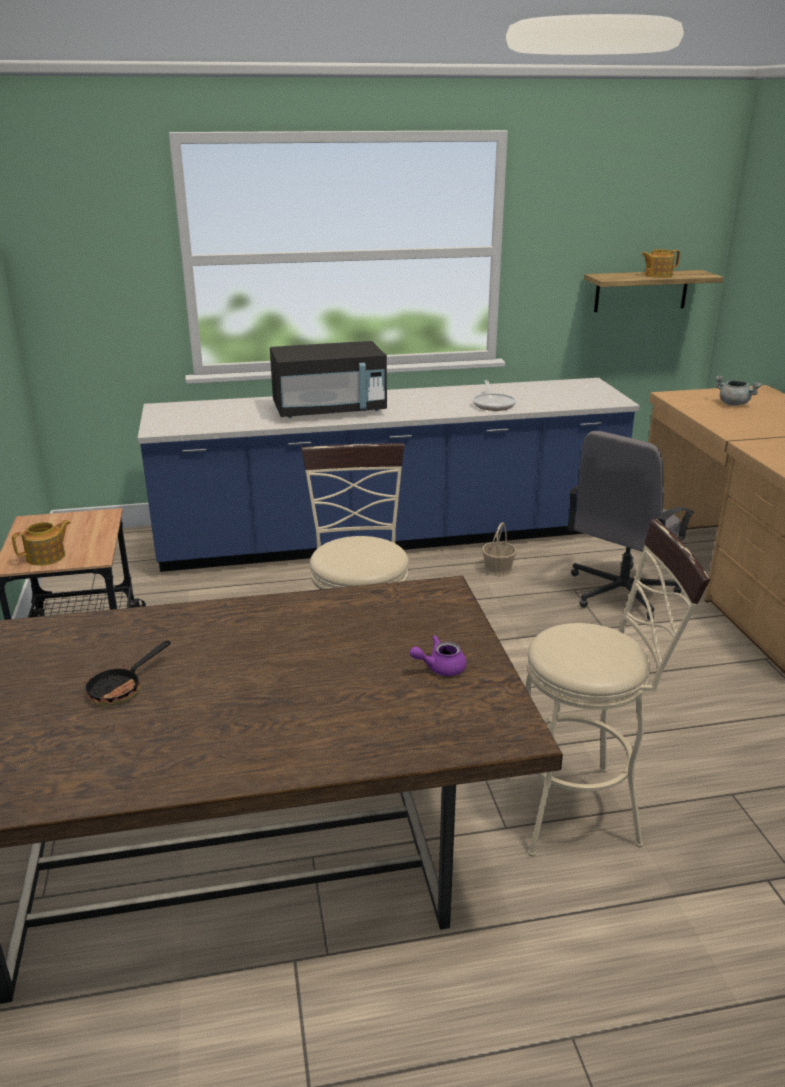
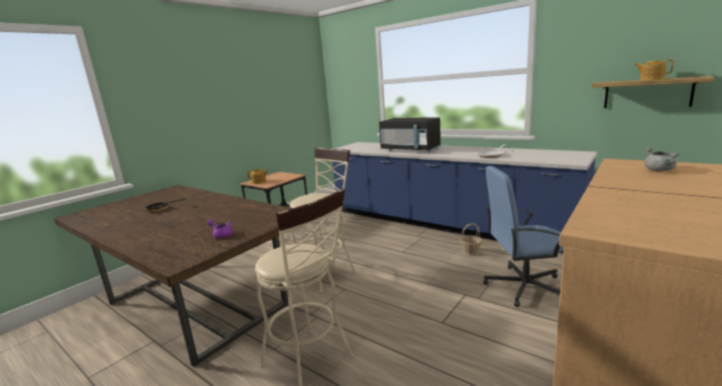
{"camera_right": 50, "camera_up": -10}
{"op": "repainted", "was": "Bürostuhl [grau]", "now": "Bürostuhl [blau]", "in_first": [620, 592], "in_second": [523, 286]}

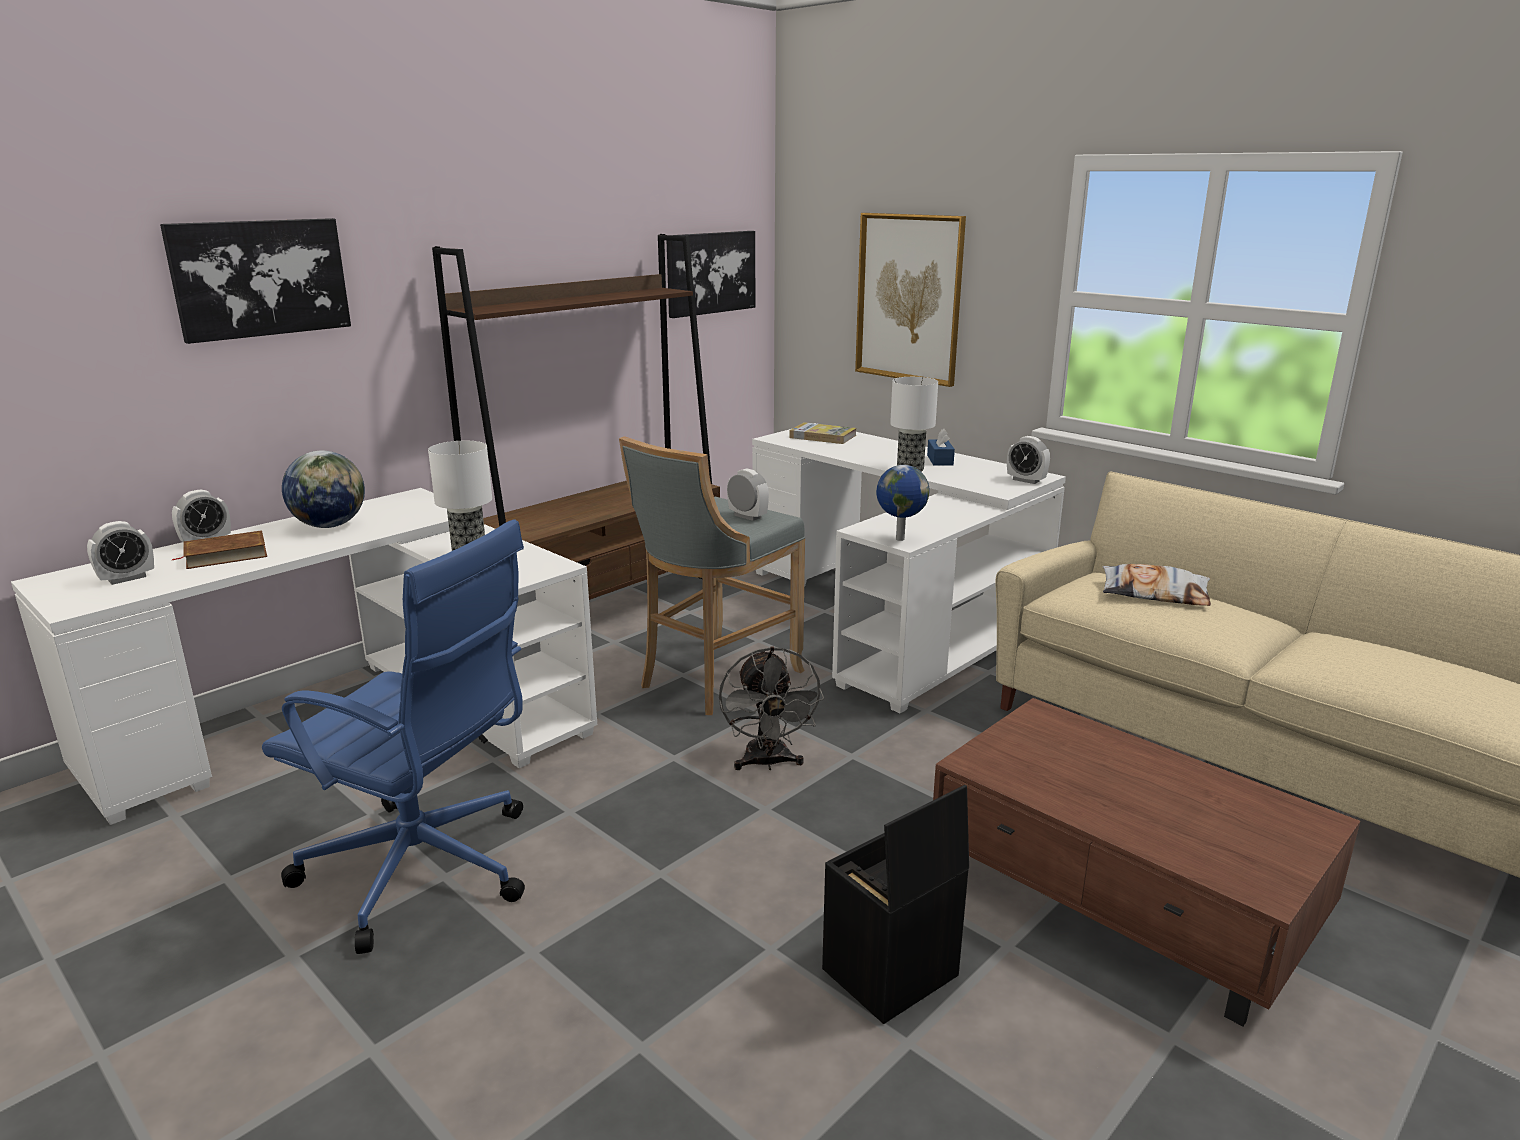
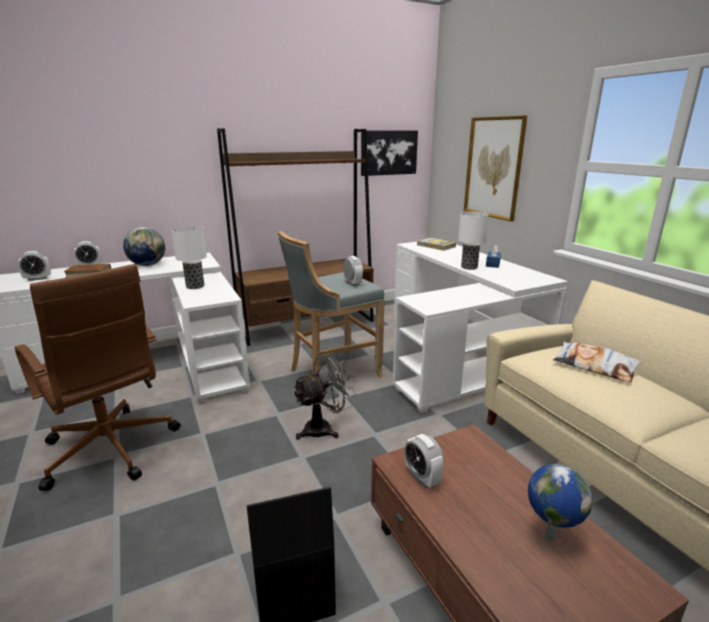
{"camera_right": 20, "camera_up": 0}
{"op": "gone", "was": "Bild", "in_first": [260, 278]}
{"op": "shifted", "was": "Wecker", "in_first": [1026, 480], "in_second": [422, 477]}
{"op": "shifted", "was": "Globus", "in_first": [899, 539], "in_second": [548, 536]}
{"op": "repainted", "was": "Bürostuhl [blau]", "now": "Bürostuhl [braun]", "in_first": [425, 871], "in_second": [111, 450]}
{"op": "rotated", "was": "Ventilator [grau]", "in_first": [768, 763], "in_second": [324, 428], "clockwise": -135}

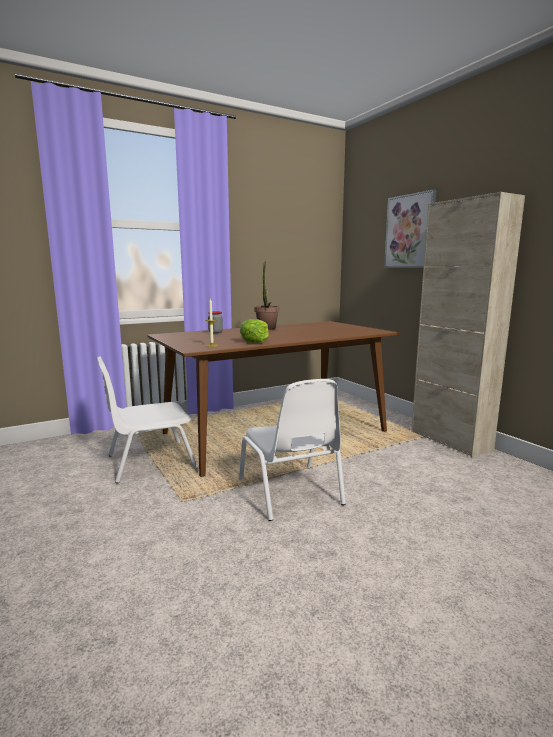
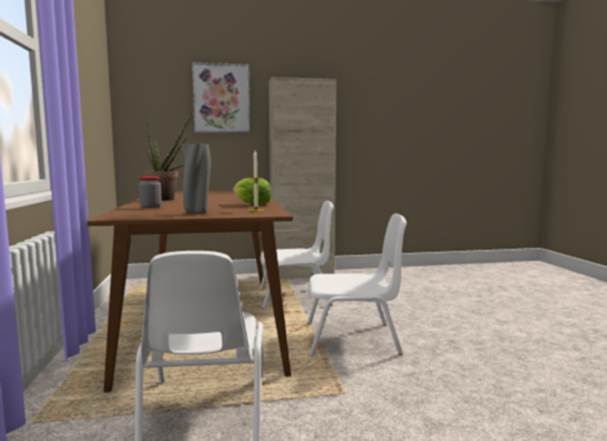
{"camera_right": -70, "camera_up": -5}
{"op": "new", "now": "Vase [grau]", "in_second": [197, 213]}
{"op": "new", "now": "Stuhl [weiß]", "in_second": [295, 297]}

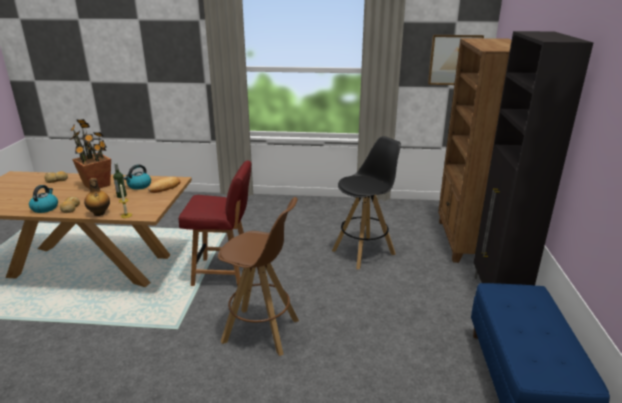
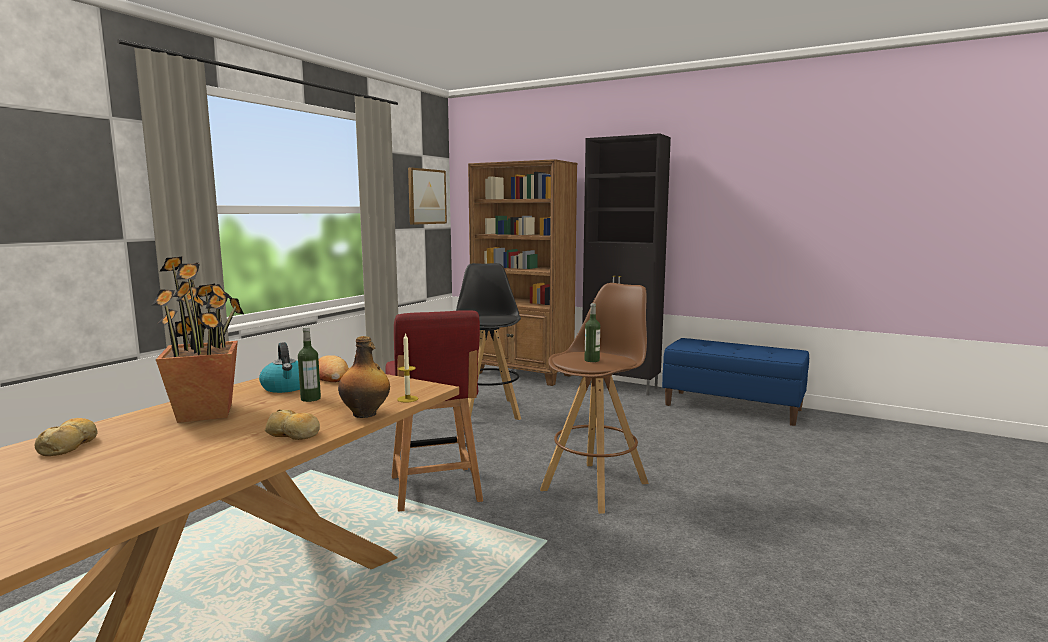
{"camera_right": -65, "camera_up": -15}
{"op": "rotated", "was": "Stuhl [rot]", "in_first": [223, 273], "in_second": [435, 490], "clockwise": 135}
{"op": "gone", "was": "Wasserkessel", "in_first": [45, 208]}
{"op": "new", "now": "Flasche", "in_second": [592, 360]}

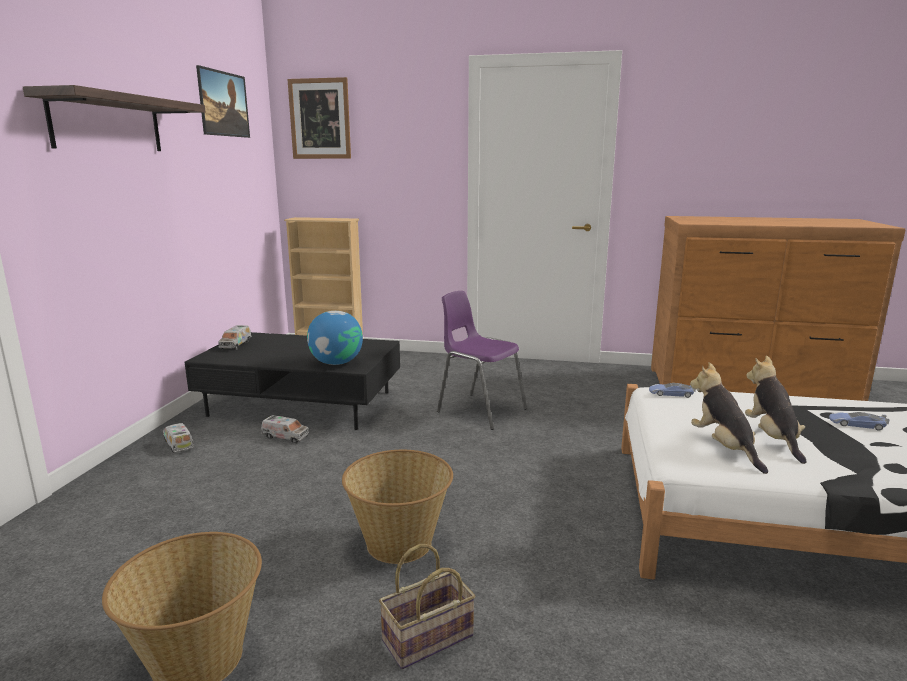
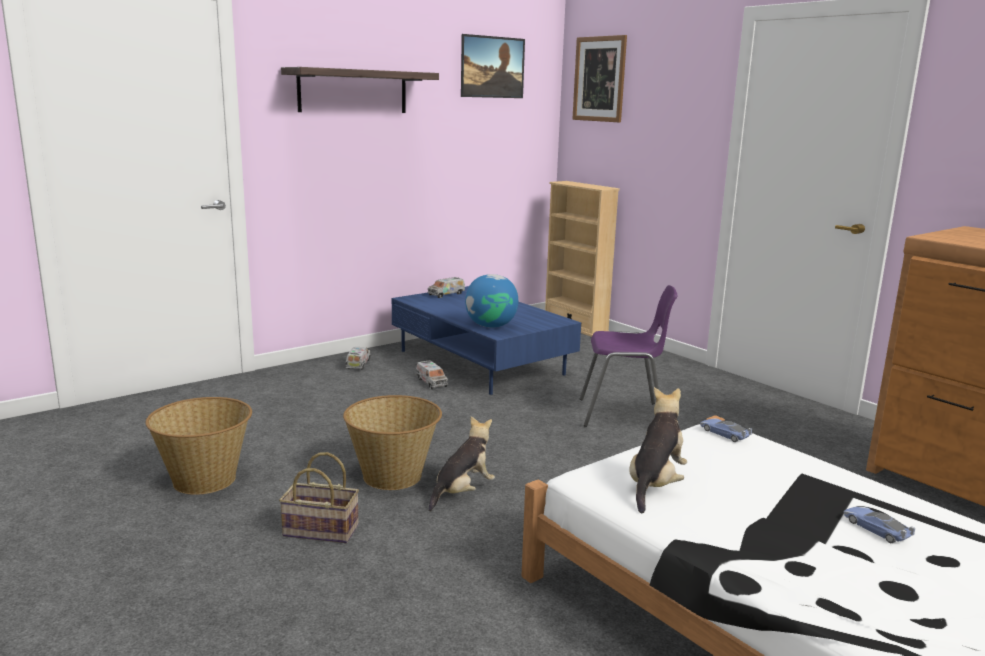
{"camera_right": 40, "camera_up": 0}
{"op": "rotated", "was": "Stuhl [lila]", "in_first": [479, 410], "in_second": [623, 414], "clockwise": 105}
{"op": "repainted", "was": "Couchtisch [schwarz]", "now": "Couchtisch [blau]", "in_first": [303, 403], "in_second": [482, 362]}
{"op": "shifted", "was": "Plüschtier", "in_first": [772, 438], "in_second": [462, 492]}

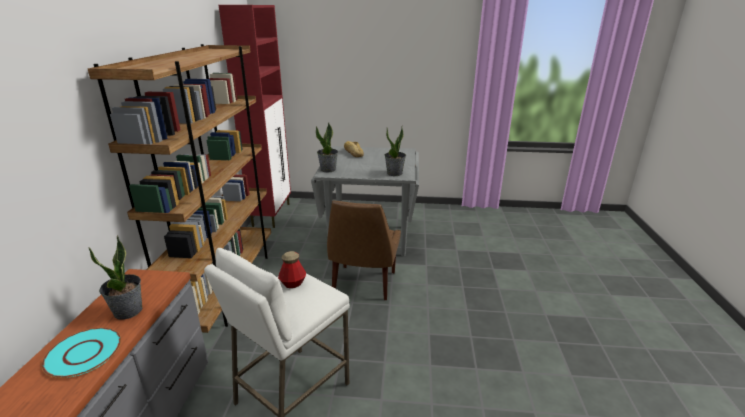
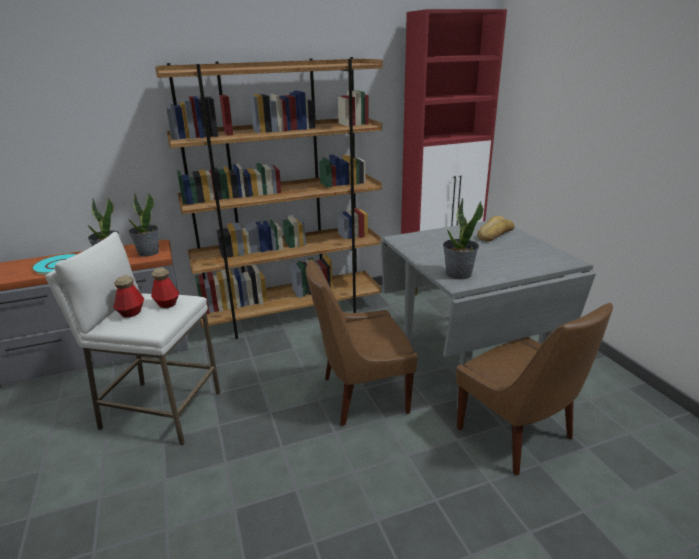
{"camera_right": 65, "camera_up": 0}
{"op": "shifted", "was": "Topfpflanze", "in_first": [328, 169], "in_second": [148, 253]}
{"op": "new", "now": "Flasche", "in_second": [131, 313]}
{"op": "new", "now": "Stuhl [braun]", "in_second": [517, 436]}

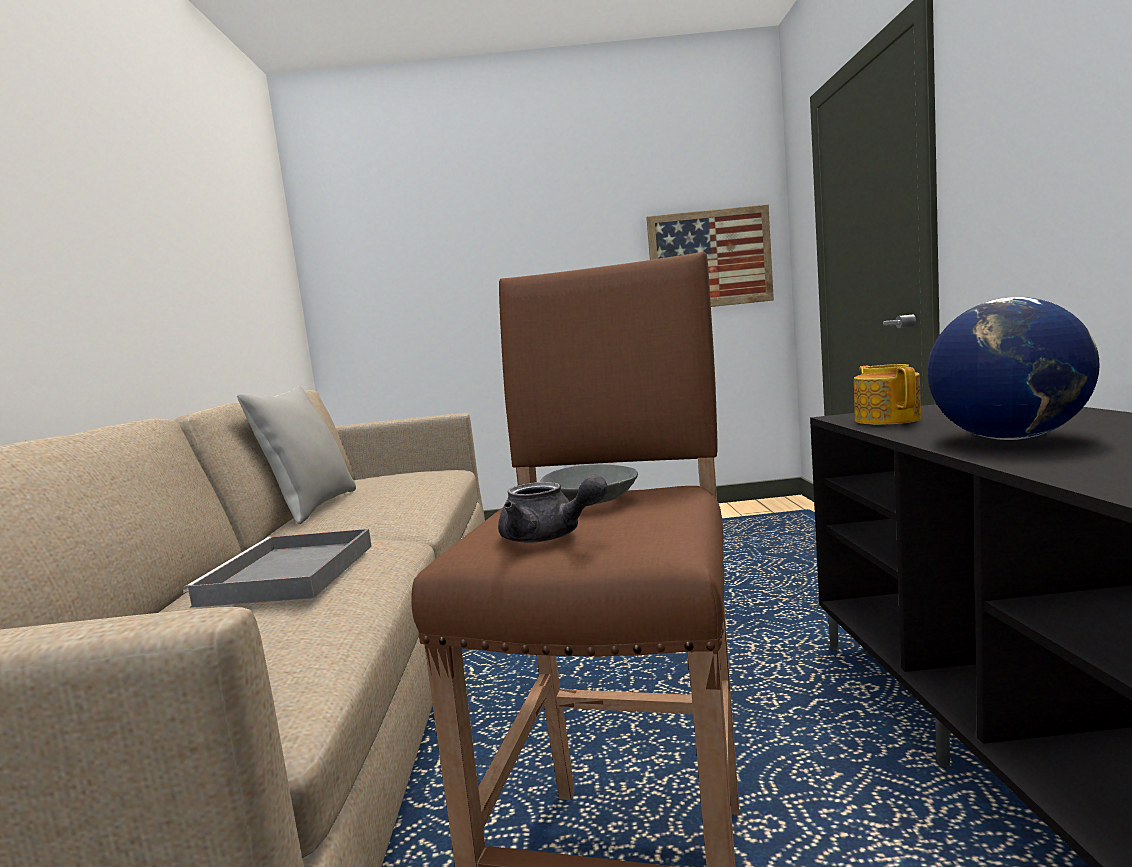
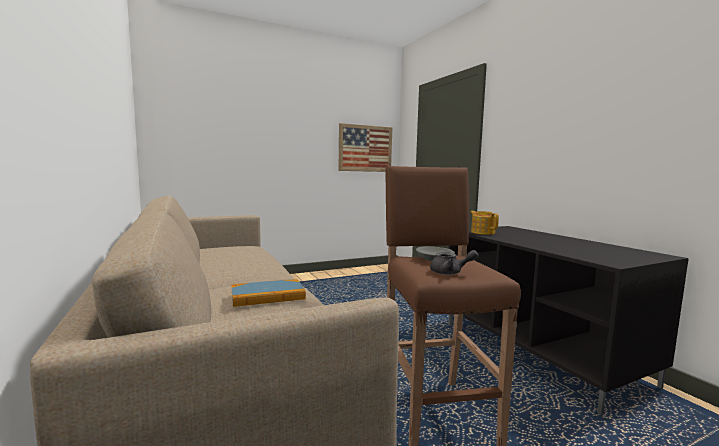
{"camera_right": -25, "camera_up": 0}
{"op": "gone", "was": "Globus", "in_first": [1008, 438]}
{"op": "gone", "was": "Kissen [grau]", "in_first": [312, 507]}
{"op": "swapped", "was": "Tablett [grau]", "now": "Buch", "in_first": [289, 575], "in_second": [267, 296]}

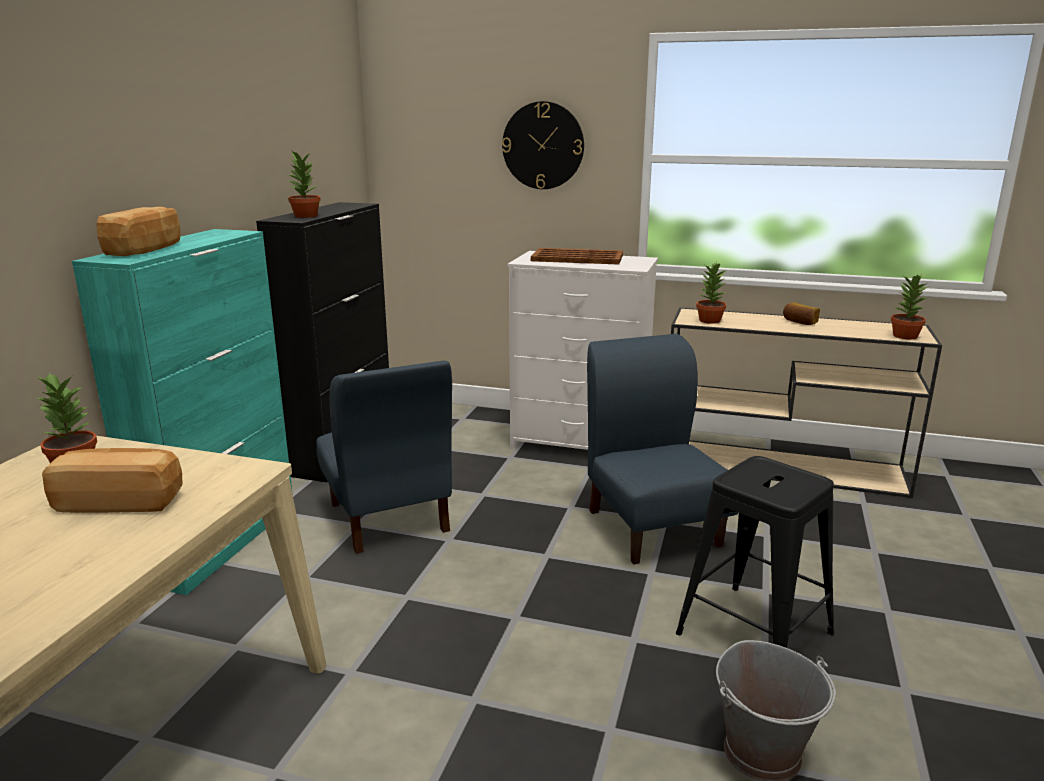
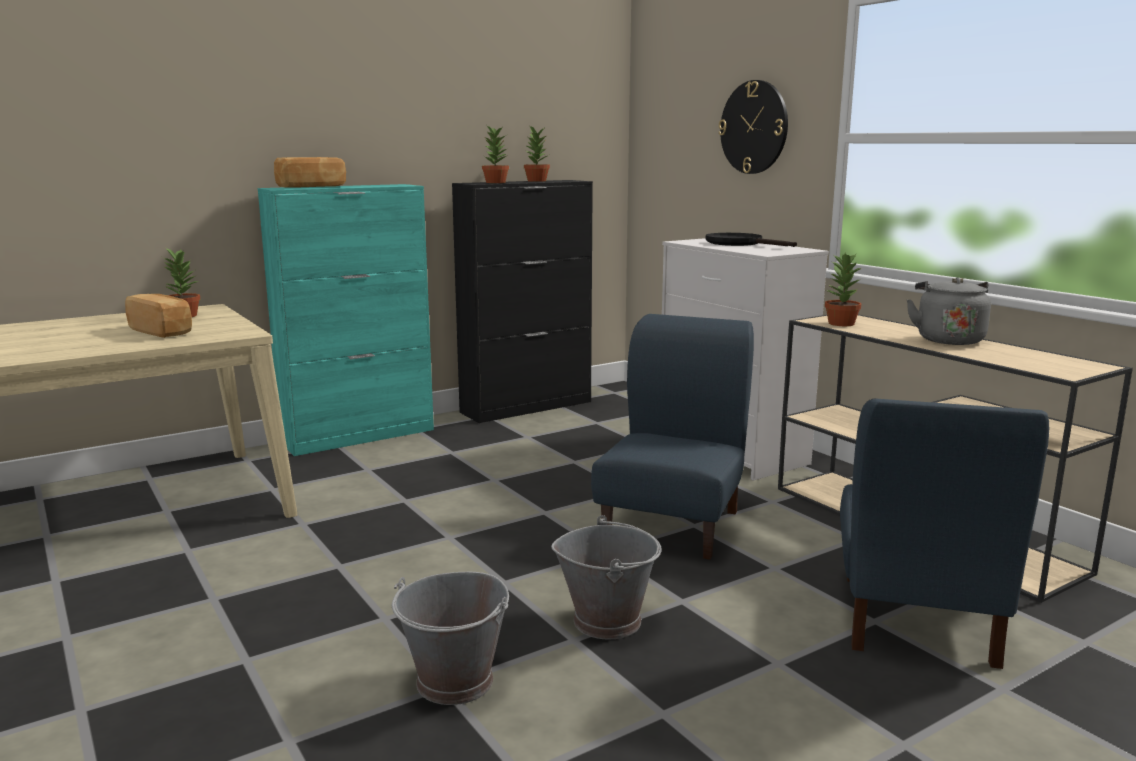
{"camera_right": 40, "camera_up": -5}
{"op": "swapped", "was": "Tablett [braun]", "now": "Pfanne [schwarz]", "in_first": [576, 258], "in_second": [740, 243]}
{"op": "shifted", "was": "Topfpflanze", "in_first": [904, 336], "in_second": [536, 181]}
{"op": "swapped", "was": "Brot", "now": "Wasserkessel [grau]", "in_first": [799, 322], "in_second": [947, 339]}
{"op": "shifted", "was": "Stuhl [blau]", "in_first": [388, 518], "in_second": [916, 619]}
{"op": "swapped", "was": "Hocker [schwarz]", "now": "Eimer [grau]", "in_first": [754, 634], "in_second": [607, 620]}

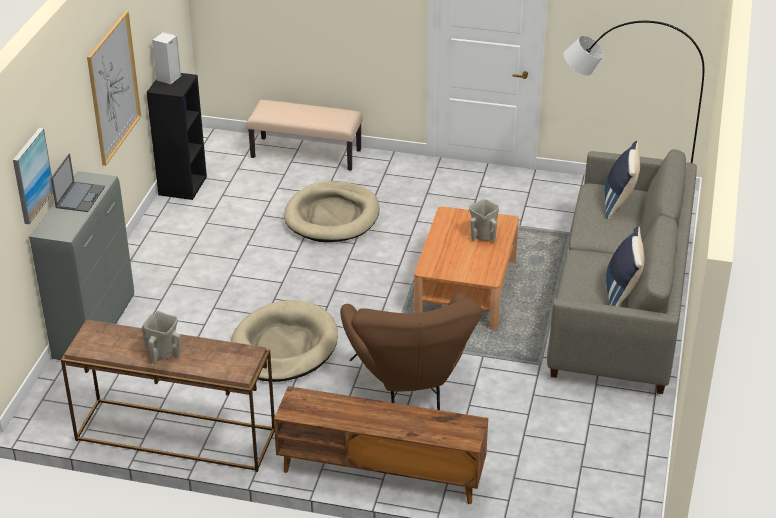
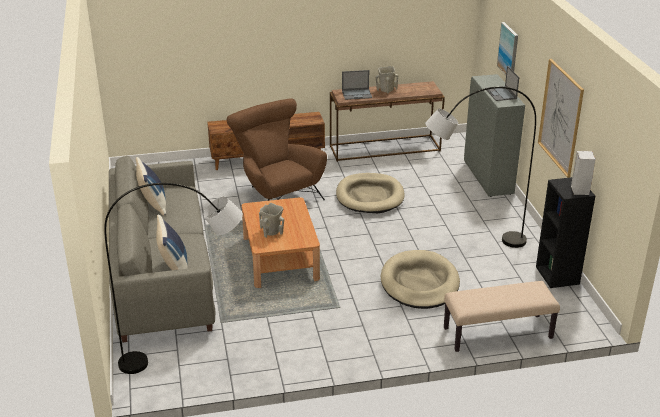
{"camera_right": 155, "camera_up": -5}
{"op": "new", "now": "Laptop", "in_second": [357, 94]}
{"op": "new", "now": "Stehlampe [grau]", "in_second": [469, 244]}

